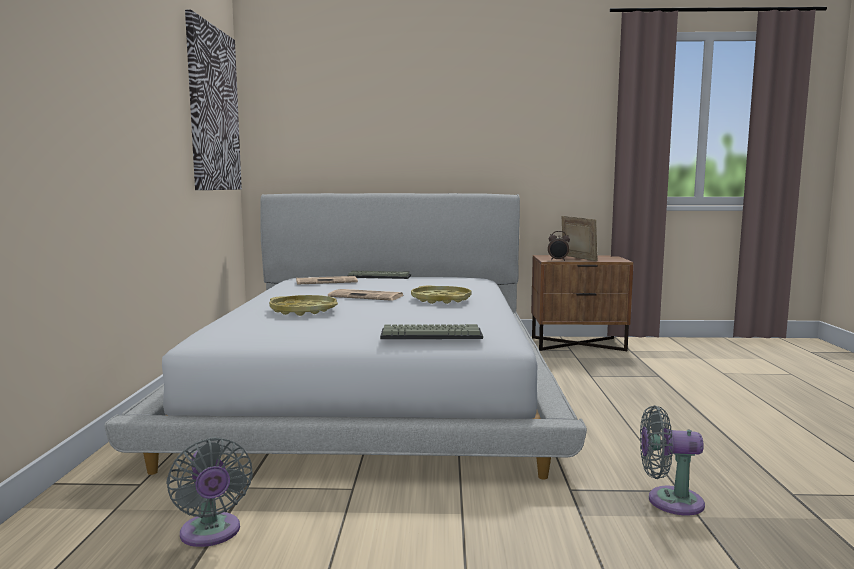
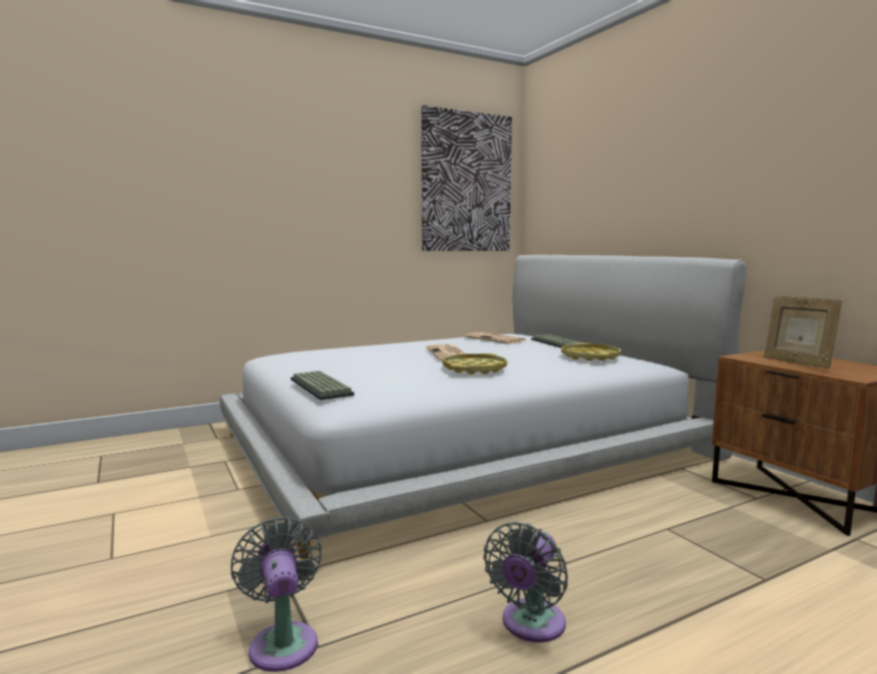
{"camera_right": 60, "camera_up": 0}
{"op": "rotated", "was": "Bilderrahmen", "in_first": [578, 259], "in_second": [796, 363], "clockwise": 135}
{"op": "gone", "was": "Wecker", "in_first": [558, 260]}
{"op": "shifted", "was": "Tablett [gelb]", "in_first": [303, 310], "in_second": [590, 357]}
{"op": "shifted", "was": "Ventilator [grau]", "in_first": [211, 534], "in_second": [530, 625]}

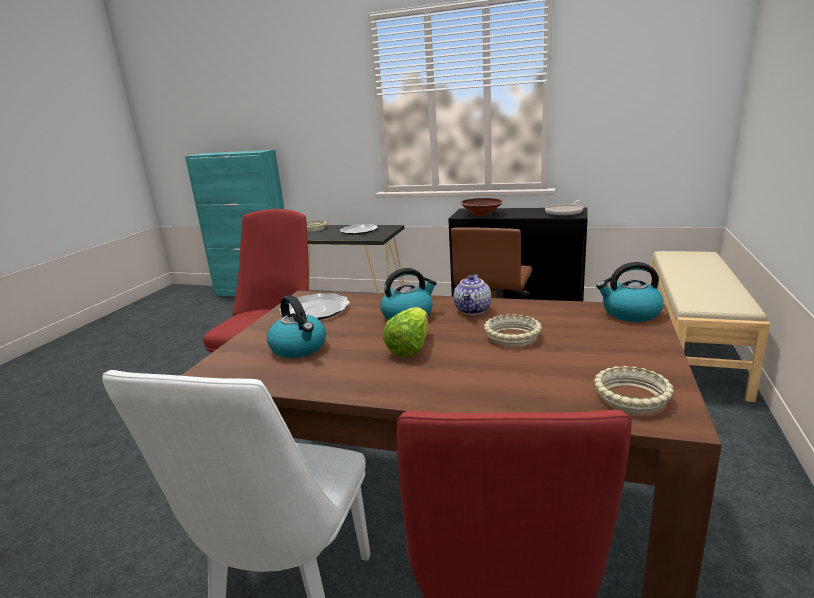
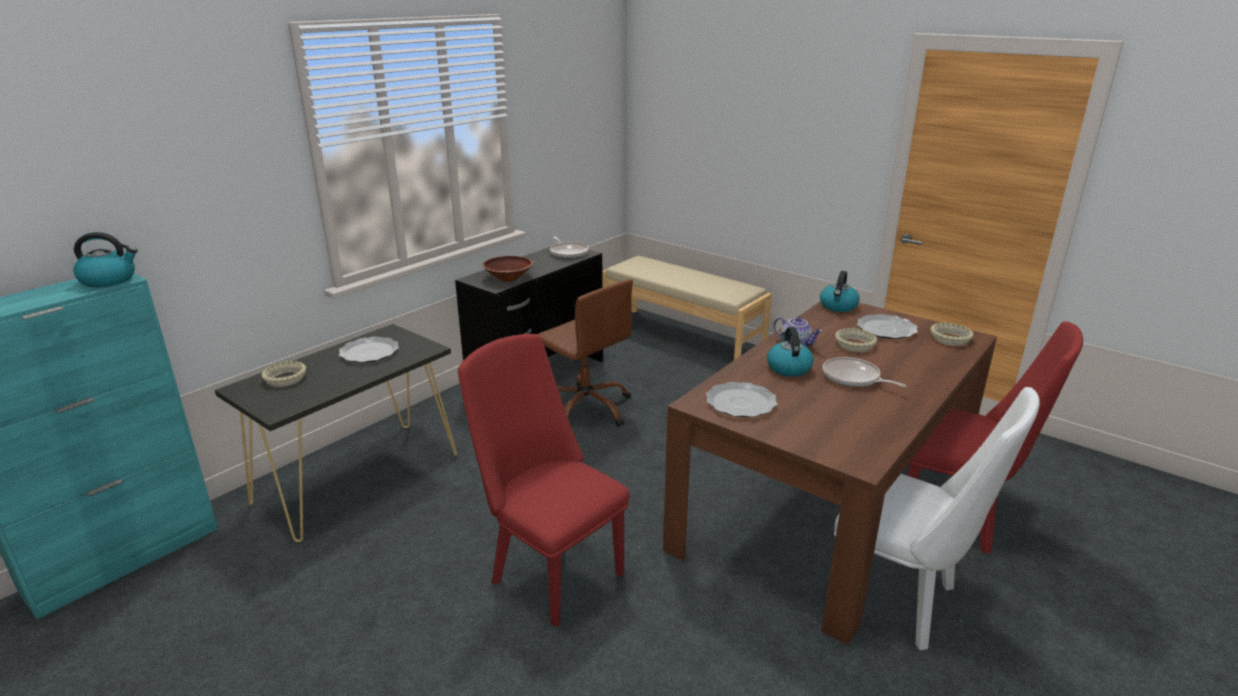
{"camera_right": -70, "camera_up": 5}
{"op": "shifted", "was": "Wasserkessel", "in_first": [299, 348], "in_second": [109, 280]}
{"op": "swapped", "was": "Salatkopf", "now": "Pfanne", "in_first": [410, 347], "in_second": [853, 378]}
{"op": "new", "now": "Teller", "in_second": [887, 329]}

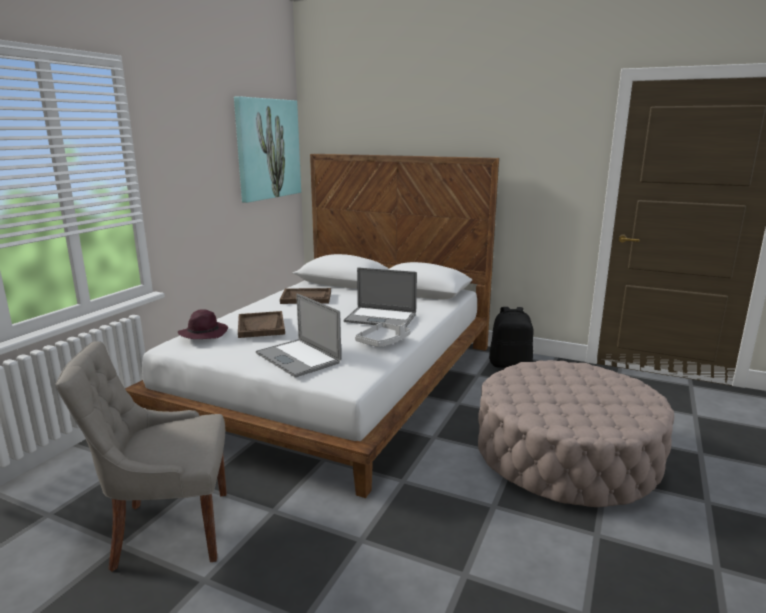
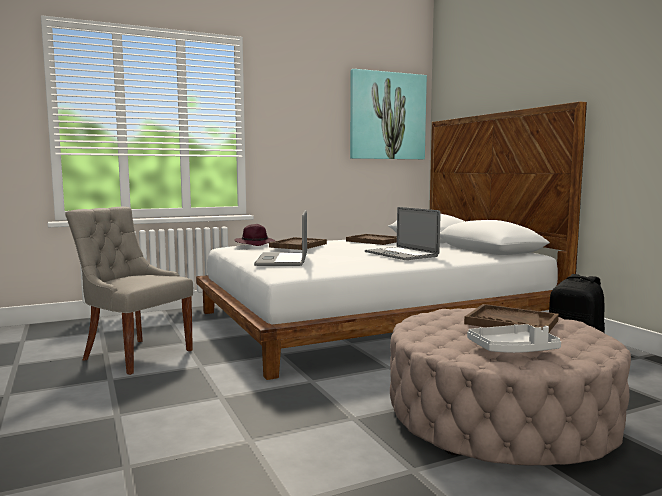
{"camera_right": 40, "camera_up": -10}
{"op": "shifted", "was": "Tablett [grau]", "in_first": [383, 341], "in_second": [513, 350]}
{"op": "new", "now": "Tablett [braun]", "in_second": [511, 322]}

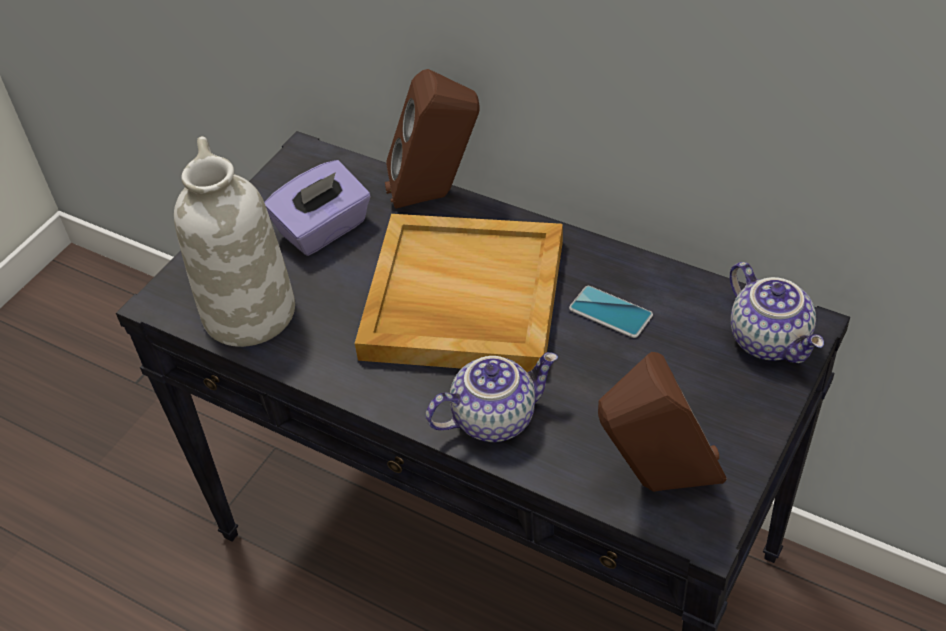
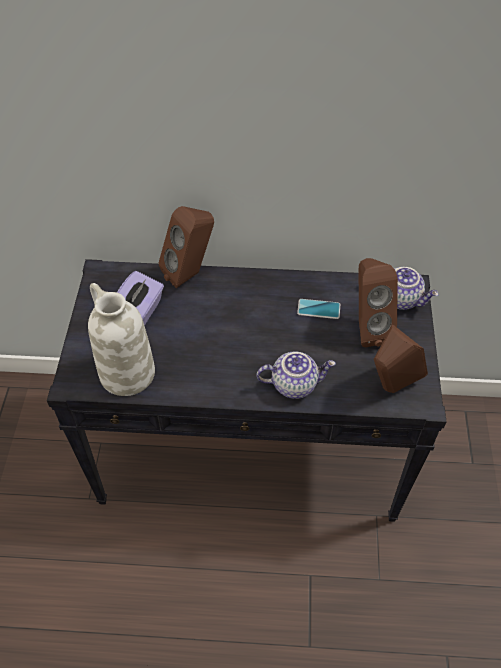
{"camera_right": -30, "camera_up": 5}
{"op": "gone", "was": "Tablett [beige]", "in_first": [462, 300]}
{"op": "rotated", "was": "Teekanne", "in_first": [494, 417], "in_second": [294, 383], "clockwise": 45}
{"op": "new", "now": "Lautsprecher [braun]", "in_second": [367, 328]}

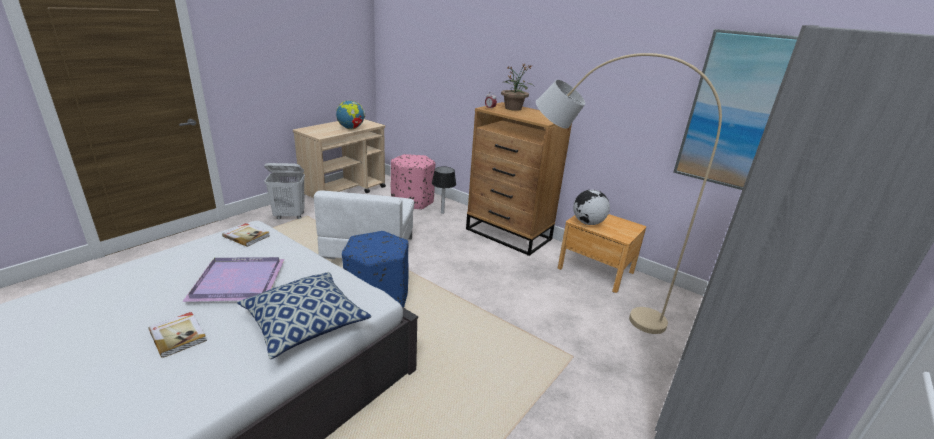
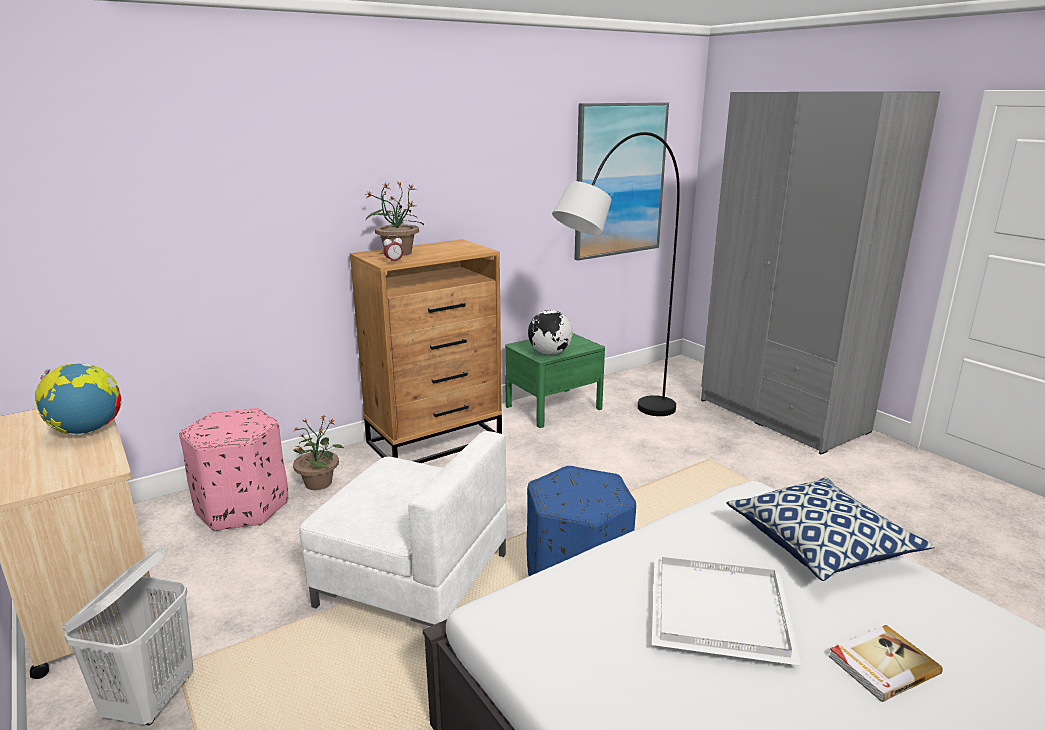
{"camera_right": -70, "camera_up": -5}
{"op": "repainted", "was": "Stehlampe [beige]", "now": "Stehlampe [schwarz]", "in_first": [580, 301], "in_second": [614, 431]}
{"op": "swapped", "was": "Tischlampe", "now": "Topfpflanze", "in_first": [442, 213], "in_second": [319, 482]}
{"op": "repainted", "was": "Nachttisch [braun]", "now": "Nachttisch [grün]", "in_first": [595, 270], "in_second": [553, 407]}
{"op": "gone", "was": "Buch", "in_first": [247, 236]}
{"op": "repainted", "was": "Tablett [lila]", "now": "Tablett [weiß]", "in_first": [239, 282], "in_second": [722, 610]}

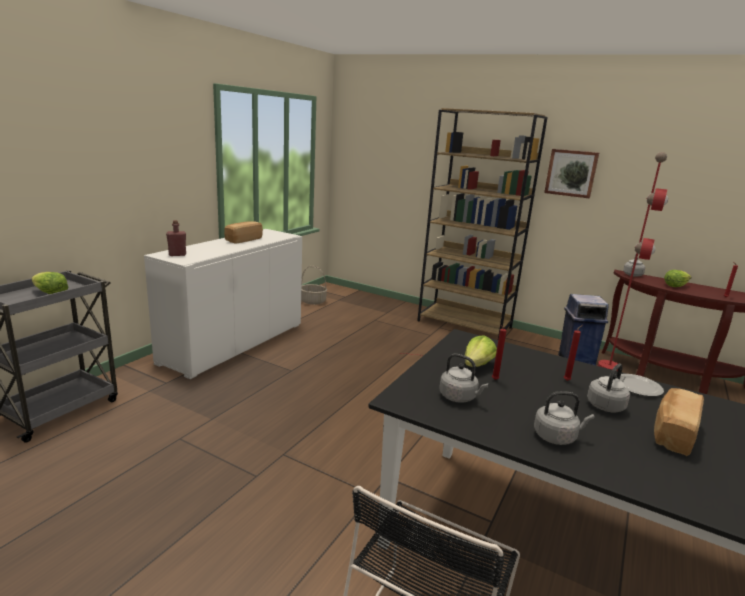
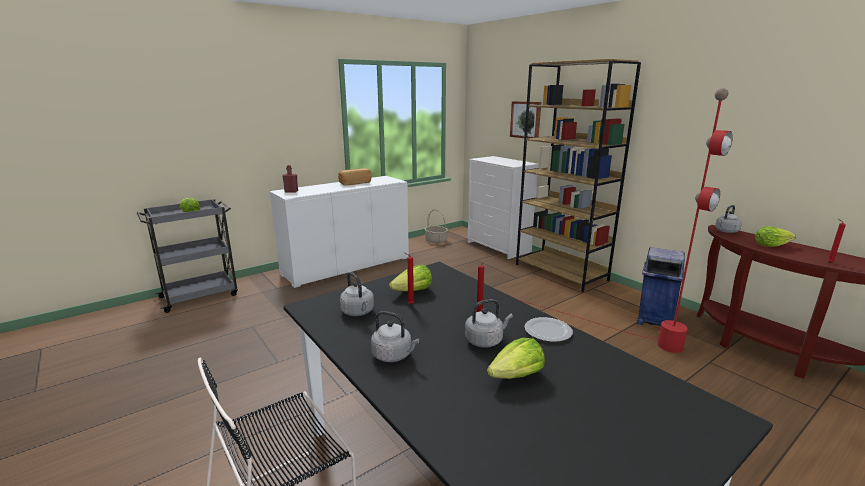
{"camera_right": 25, "camera_up": 0}
{"op": "shifted", "was": "Bild", "in_first": [571, 173], "in_second": [526, 119]}
{"op": "swapped", "was": "Brot", "now": "Salatkopf", "in_first": [672, 433], "in_second": [517, 376]}
{"op": "new", "now": "Kommode [weiß]", "in_second": [499, 247]}

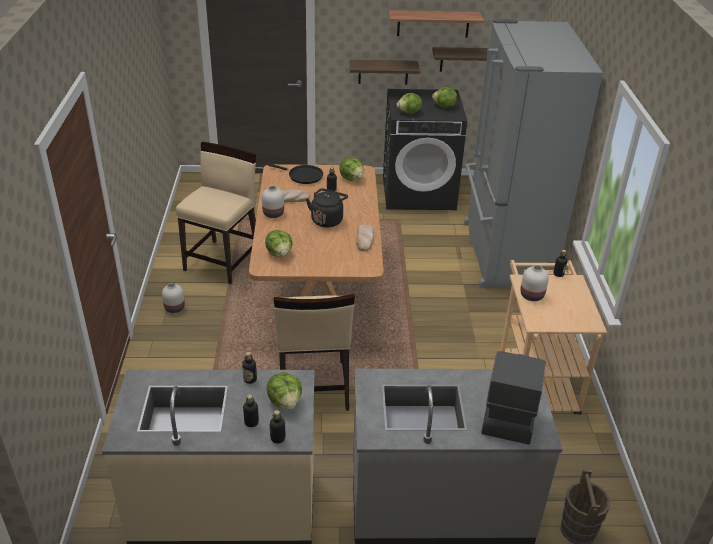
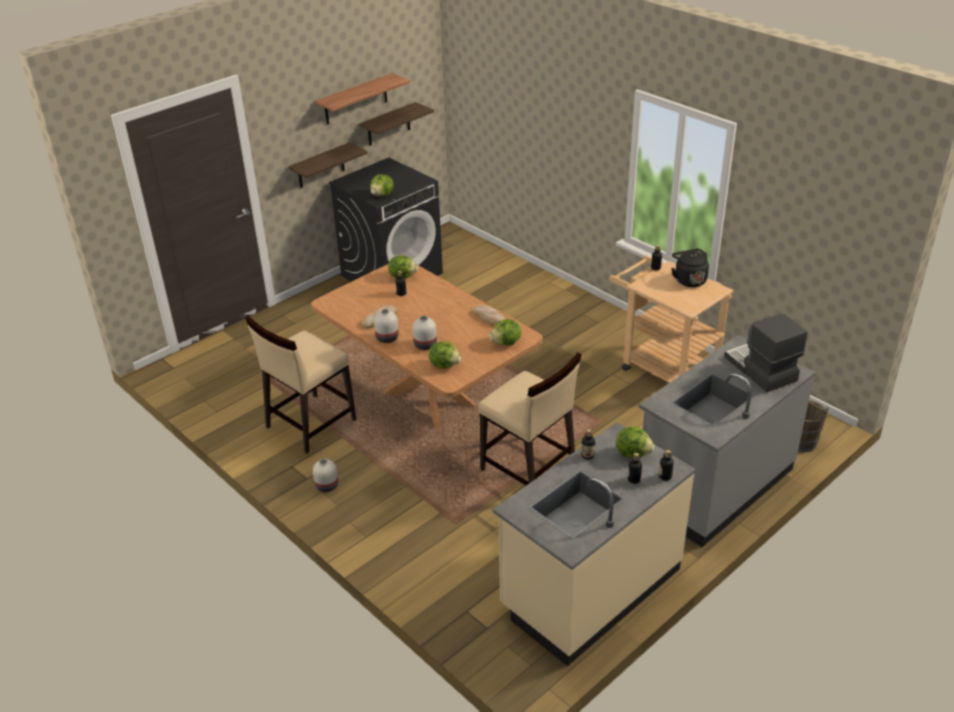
{"camera_right": -40, "camera_up": 0}
{"op": "gone", "was": "Kühlschrank [grau]", "in_first": [504, 253]}
{"op": "shifted", "was": "Salatkopf", "in_first": [444, 106], "in_second": [506, 343]}
{"op": "rotated", "was": "Stuhl [beige]", "in_first": [223, 261], "in_second": [310, 424], "clockwise": -120}
{"op": "gone", "was": "Pfanne [schwarz]", "in_first": [303, 176]}
{"op": "shifted", "was": "Wasserkessel [schwarz]", "in_first": [327, 220], "in_second": [688, 280]}
{"op": "shifted", "was": "Vase [weiß]", "in_first": [532, 296], "in_second": [426, 345]}

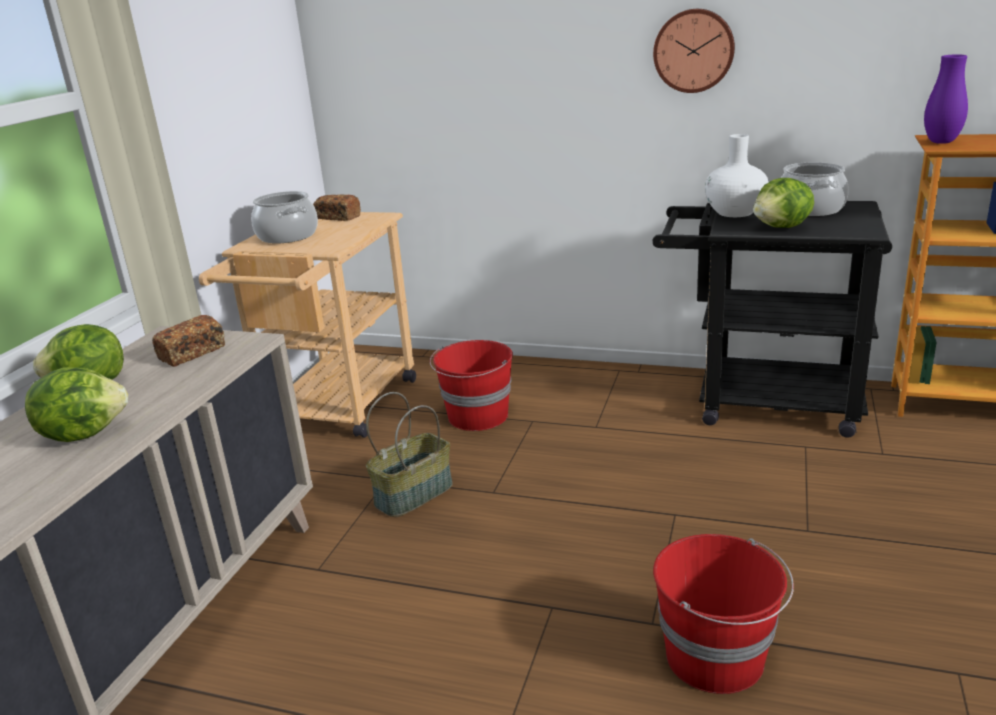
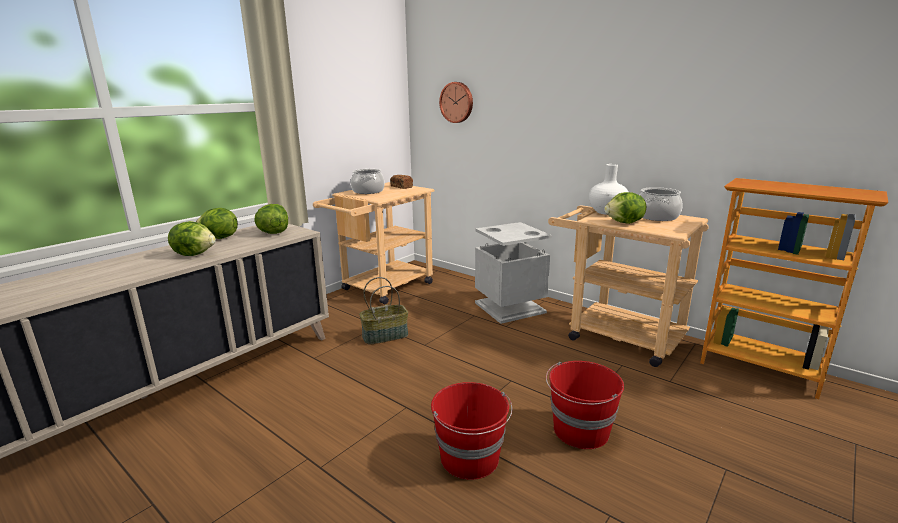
{"camera_right": 20, "camera_up": -5}
{"op": "shifted", "was": "Wanduhr", "in_first": [694, 50], "in_second": [457, 102]}
{"op": "gone", "was": "Vase [lila]", "in_first": [941, 142]}
{"op": "repainted", "was": "Rollwagen [schwarz]", "now": "Rollwagen [beige]", "in_first": [761, 401], "in_second": [615, 334]}
{"op": "swapped", "was": "Brot", "now": "Salatkopf", "in_first": [192, 353], "in_second": [273, 233]}
{"op": "shifted", "was": "Eimer [rot]", "in_first": [477, 416], "in_second": [580, 431]}
{"op": "new", "now": "Mülleimer [grau]", "in_second": [510, 308]}

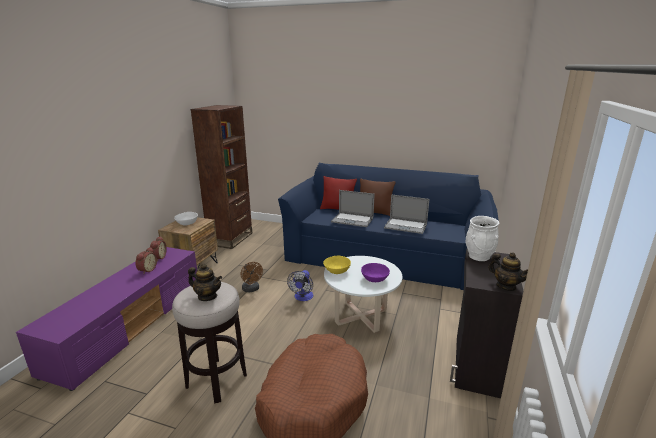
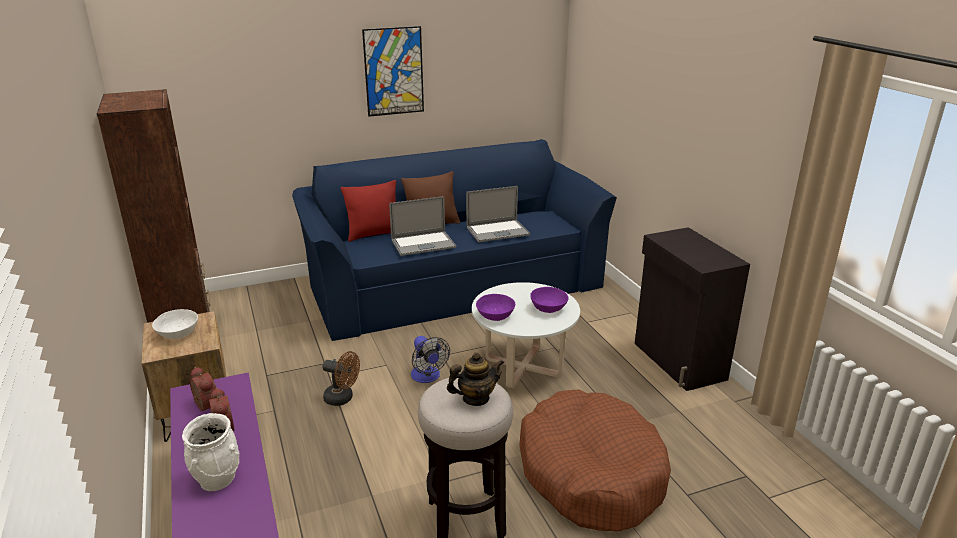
{"camera_right": -40, "camera_up": 5}
{"op": "shifted", "was": "Vase [weiß]", "in_first": [478, 256], "in_second": [217, 479]}
{"op": "gone", "was": "Teekanne", "in_first": [506, 286]}
{"op": "repainted", "was": "Schüssel [gelb]", "now": "Schüssel [lila]", "in_first": [337, 271], "in_second": [495, 316]}
{"op": "new", "now": "Bild", "in_second": [394, 71]}

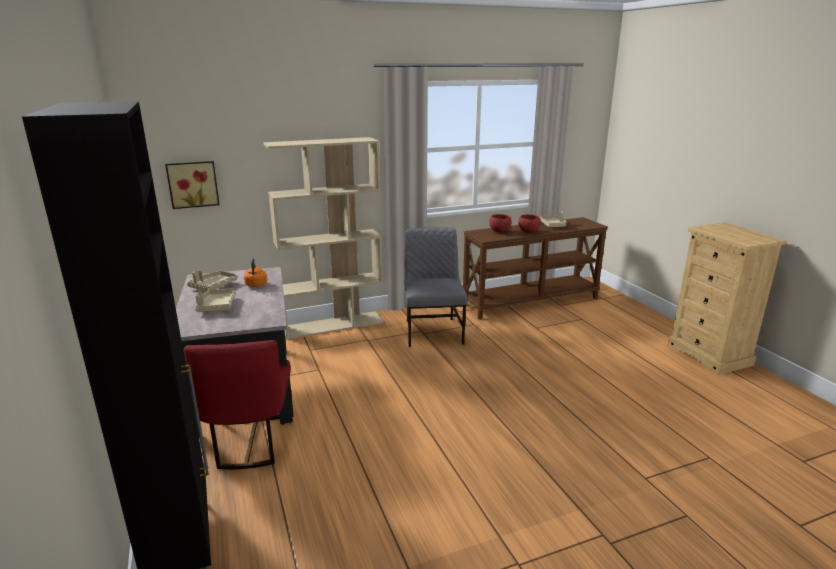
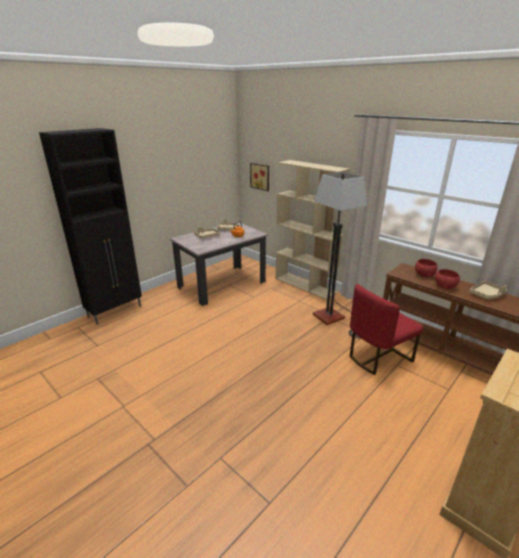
{"camera_right": 65, "camera_up": 5}
{"op": "swapped", "was": "Stuhl [grau]", "now": "Stehlampe", "in_first": [433, 331], "in_second": [335, 319]}
{"op": "shifted", "was": "Stuhl [rot]", "in_first": [250, 441], "in_second": [377, 357]}

